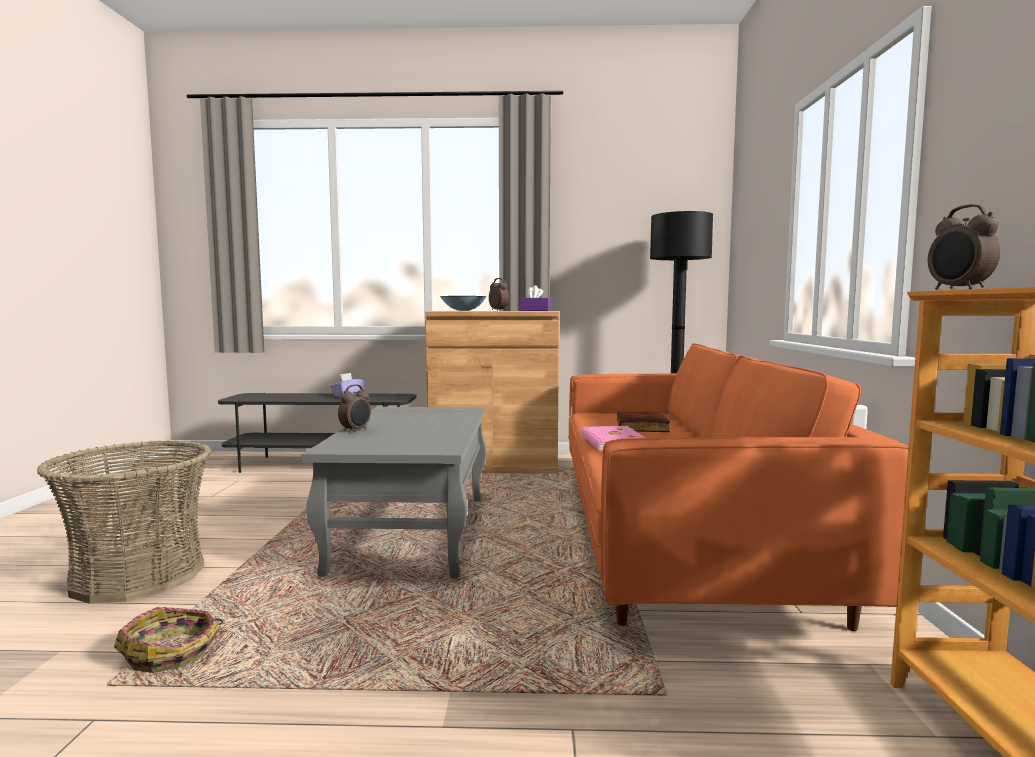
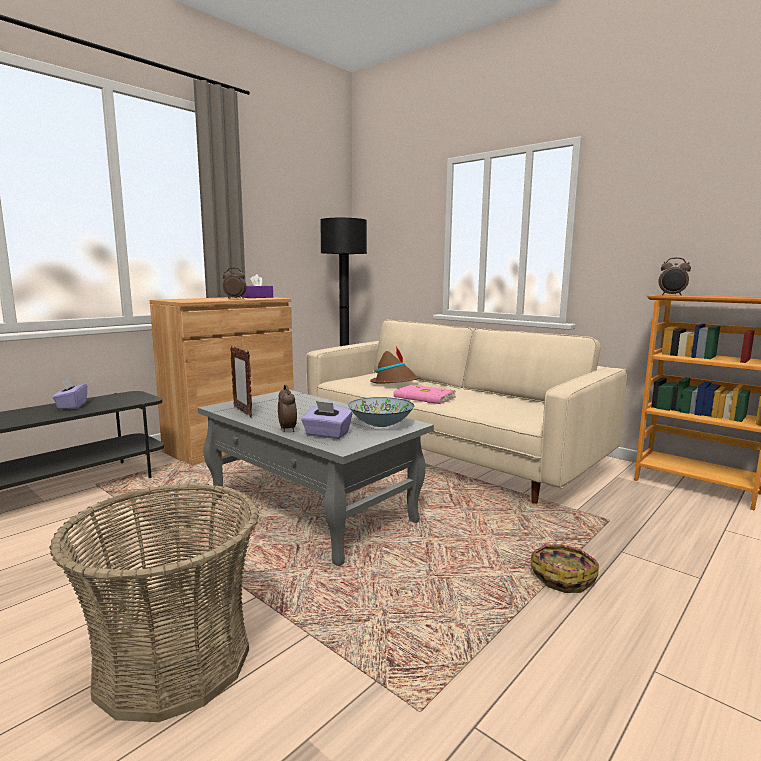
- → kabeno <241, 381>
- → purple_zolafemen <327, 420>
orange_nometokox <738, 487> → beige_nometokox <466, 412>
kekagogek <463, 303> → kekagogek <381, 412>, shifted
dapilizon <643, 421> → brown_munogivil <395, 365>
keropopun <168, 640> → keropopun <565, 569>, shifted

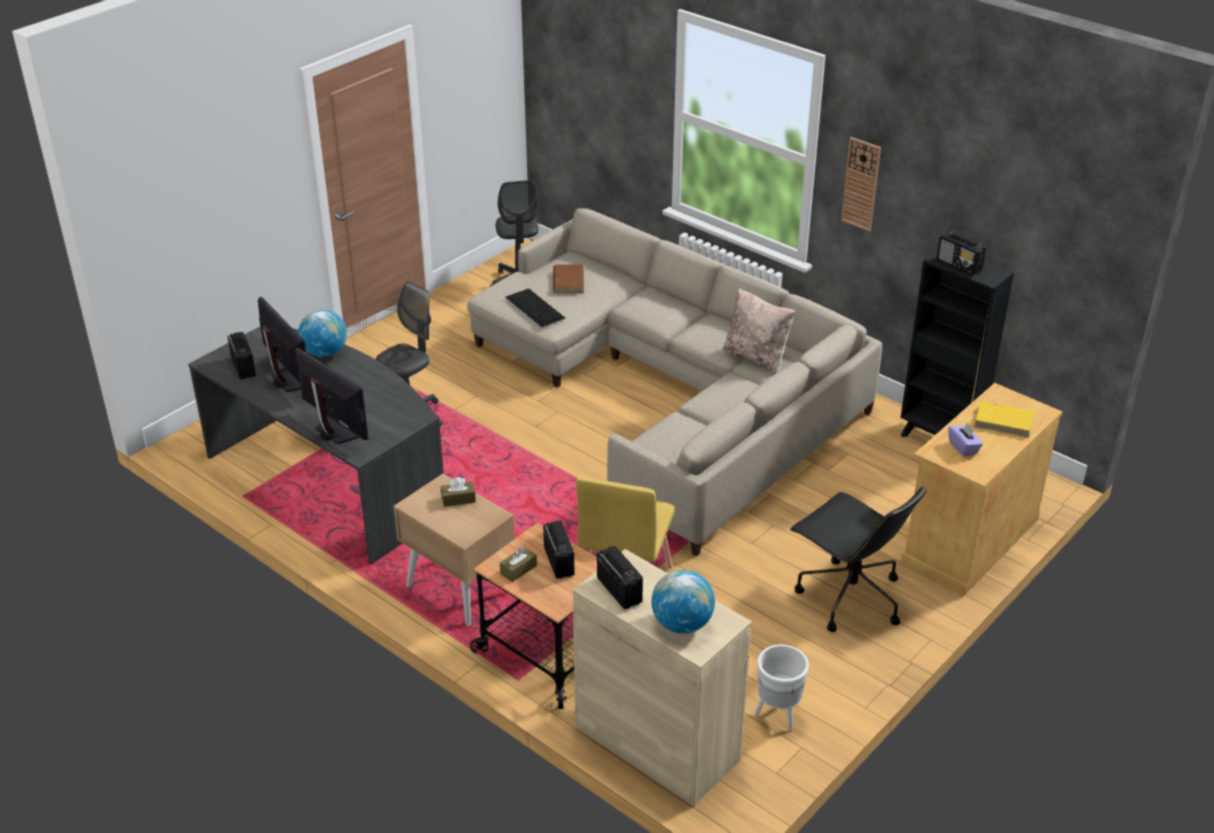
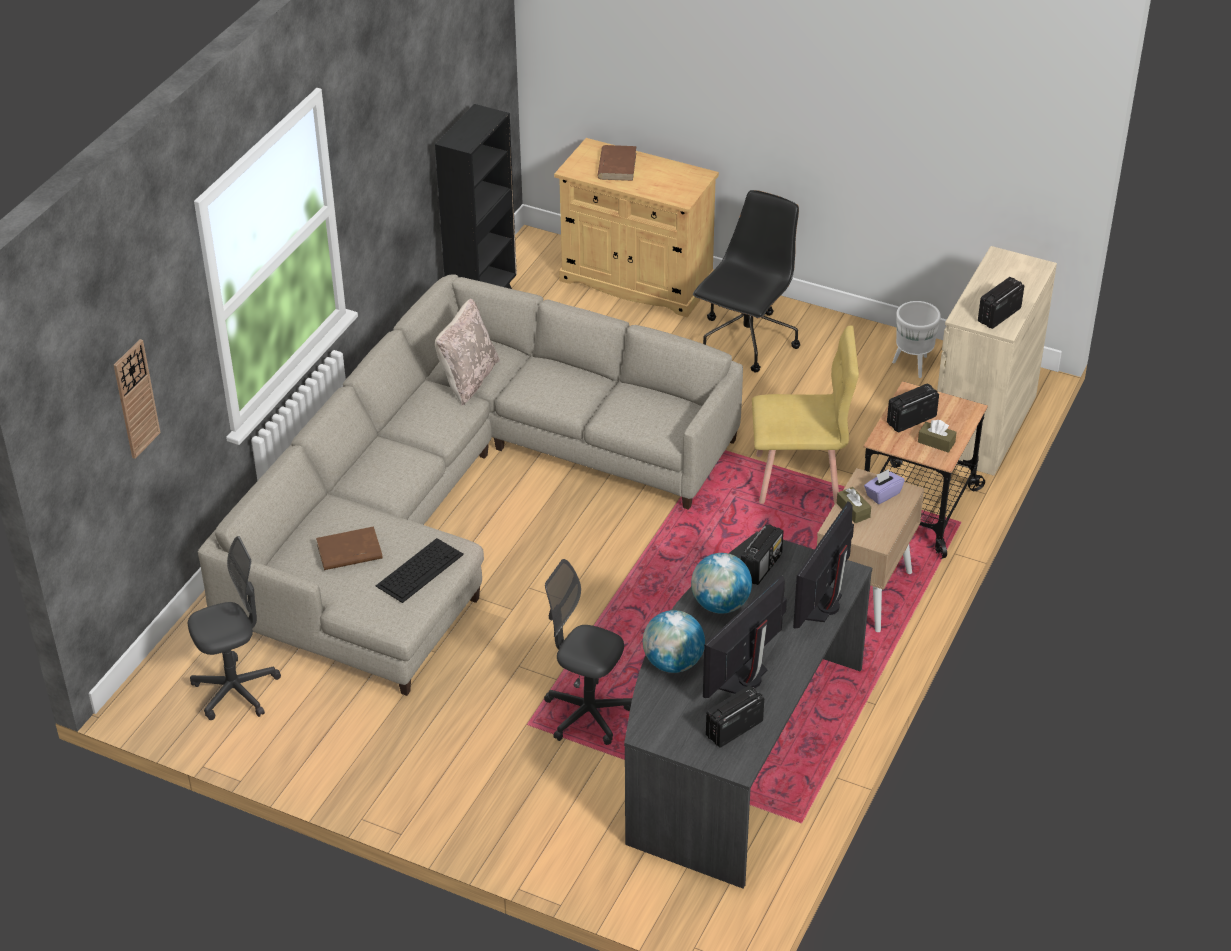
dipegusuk <861, 184> → dipegusuk <137, 399>, shifted
yellow_dapilizon <1004, 419> → brown_dapilizon <617, 163>
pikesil <683, 602> → pikesil <721, 583>, shifted
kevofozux <961, 253> → kevofozux <762, 554>, shifted
purple_zolafemen <965, 440> → purple_zolafemen <884, 486>, shifted

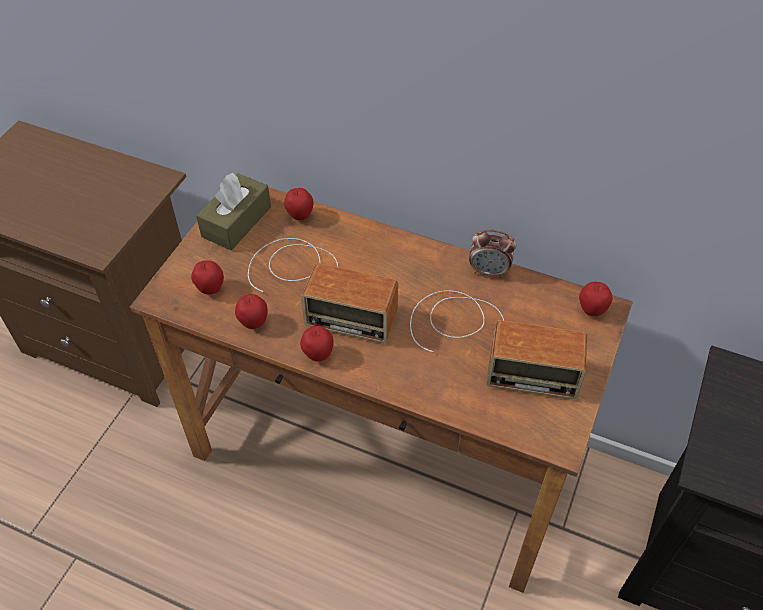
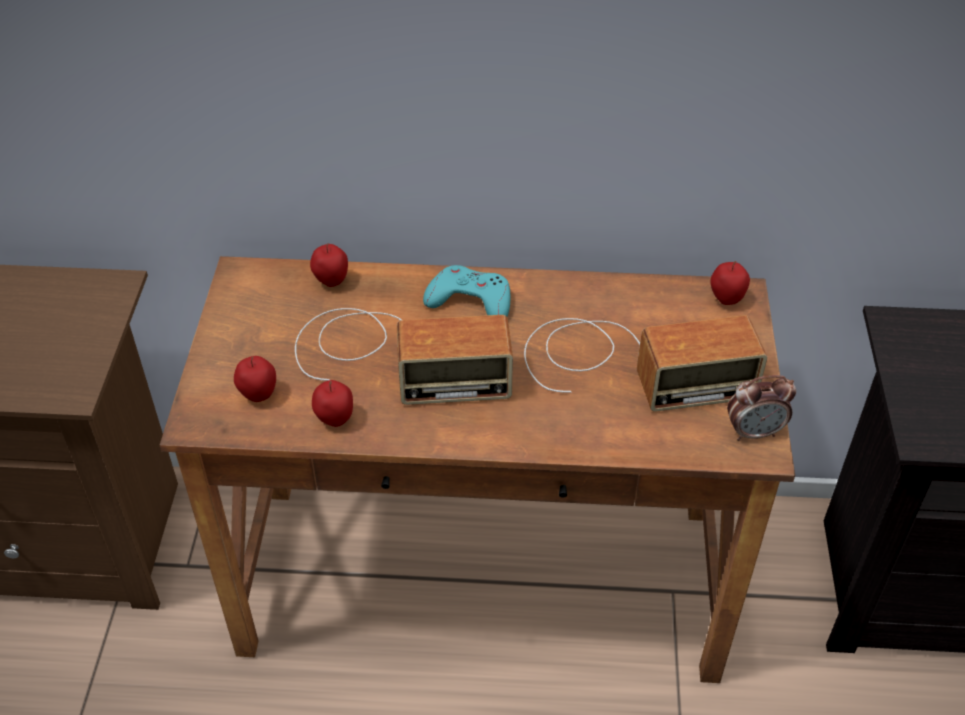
- → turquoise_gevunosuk <466, 290>
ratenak <492, 254> → ratenak <761, 408>, shifted
brown_zolafemen <233, 211> → -
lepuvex <316, 344> → -

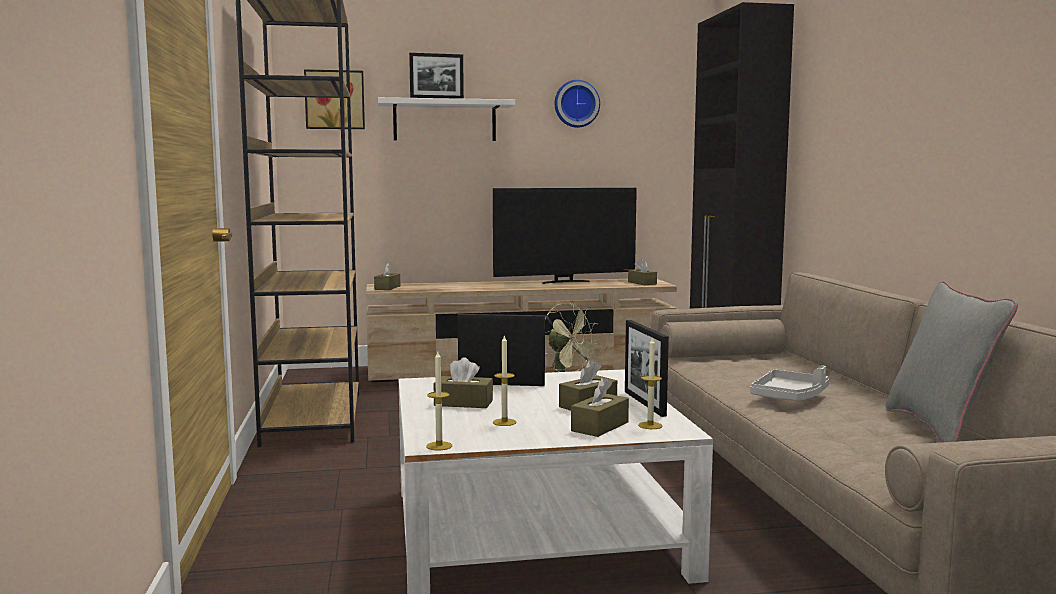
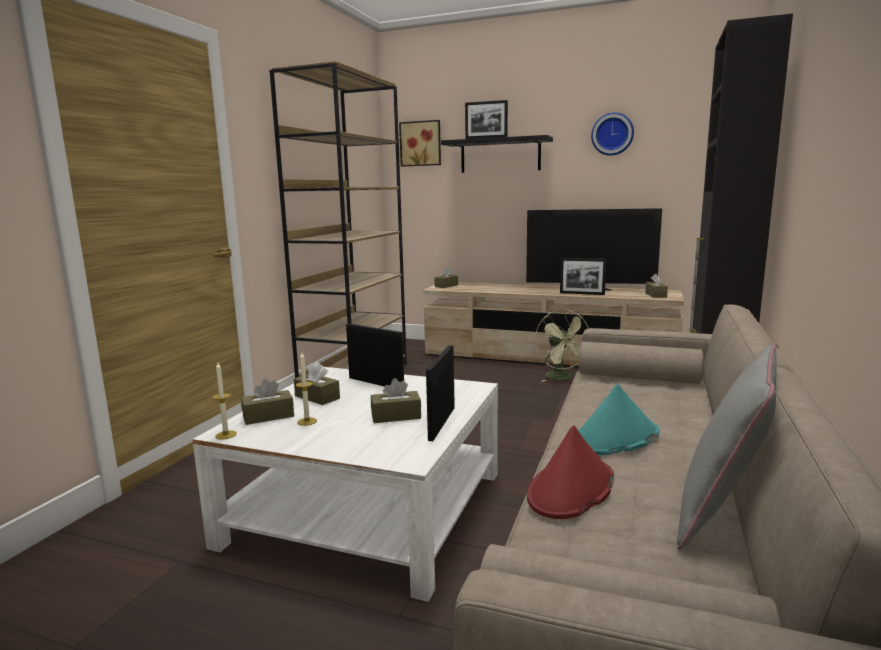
brown_zolafemen <600, 407> → brown_zolafemen <267, 402>, shifted
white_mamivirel <446, 119> → black_mamivirel <497, 154>
- → red_munogivil <570, 472>
- → kabeno <583, 276>
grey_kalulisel <789, 383> → turquoise_munogivil <618, 419>
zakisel <650, 383> → -

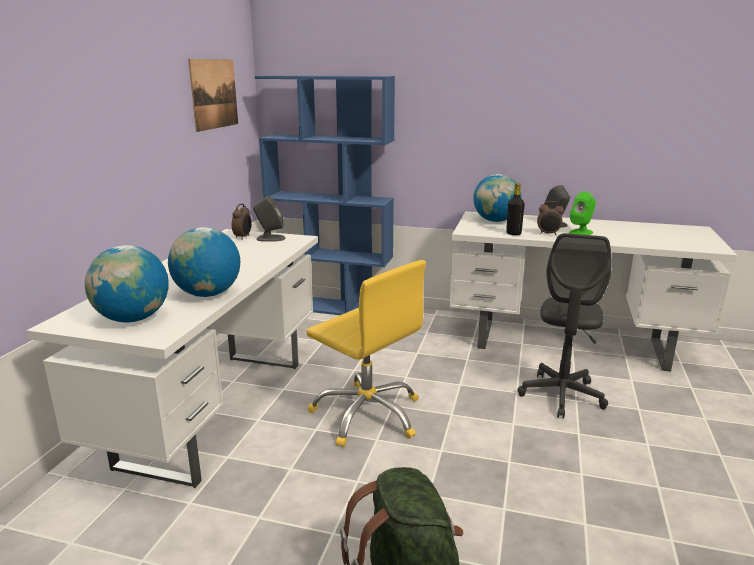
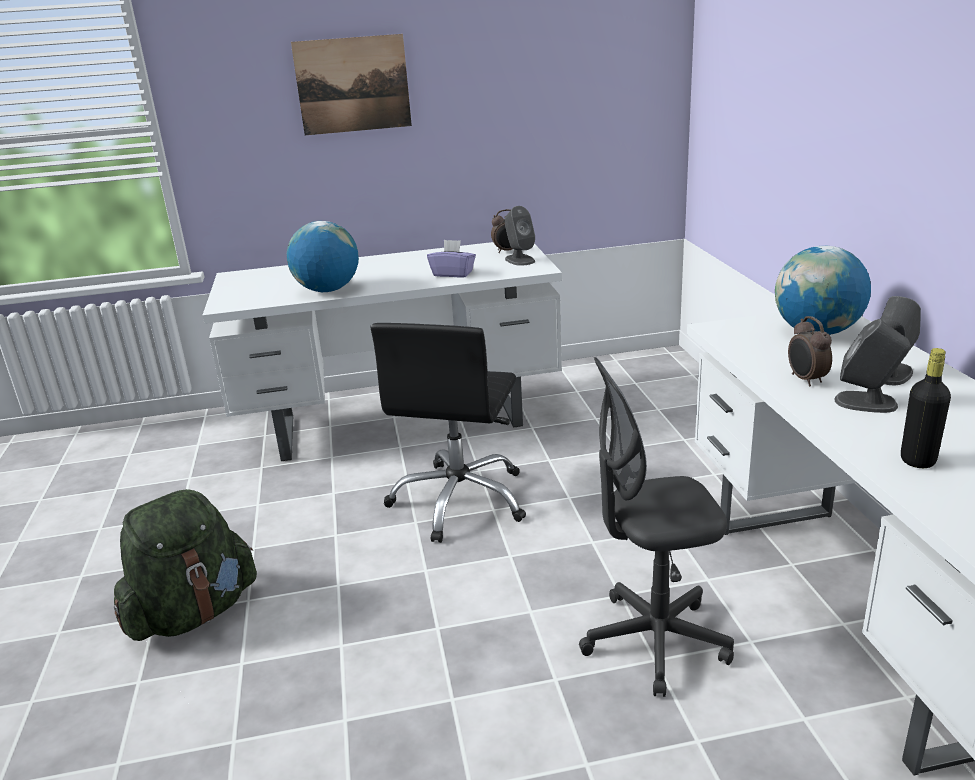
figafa <213, 95> → figafa <351, 84>, shifted
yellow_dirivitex <366, 353> → black_dirivitex <448, 433>
- → purple_zolafemen <451, 259>
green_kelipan <582, 213> → grey_kelipan <872, 366>
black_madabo <515, 209> → black_madabo <926, 408>, shifted
pikesil <127, 283> → -
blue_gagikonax <325, 195> → -

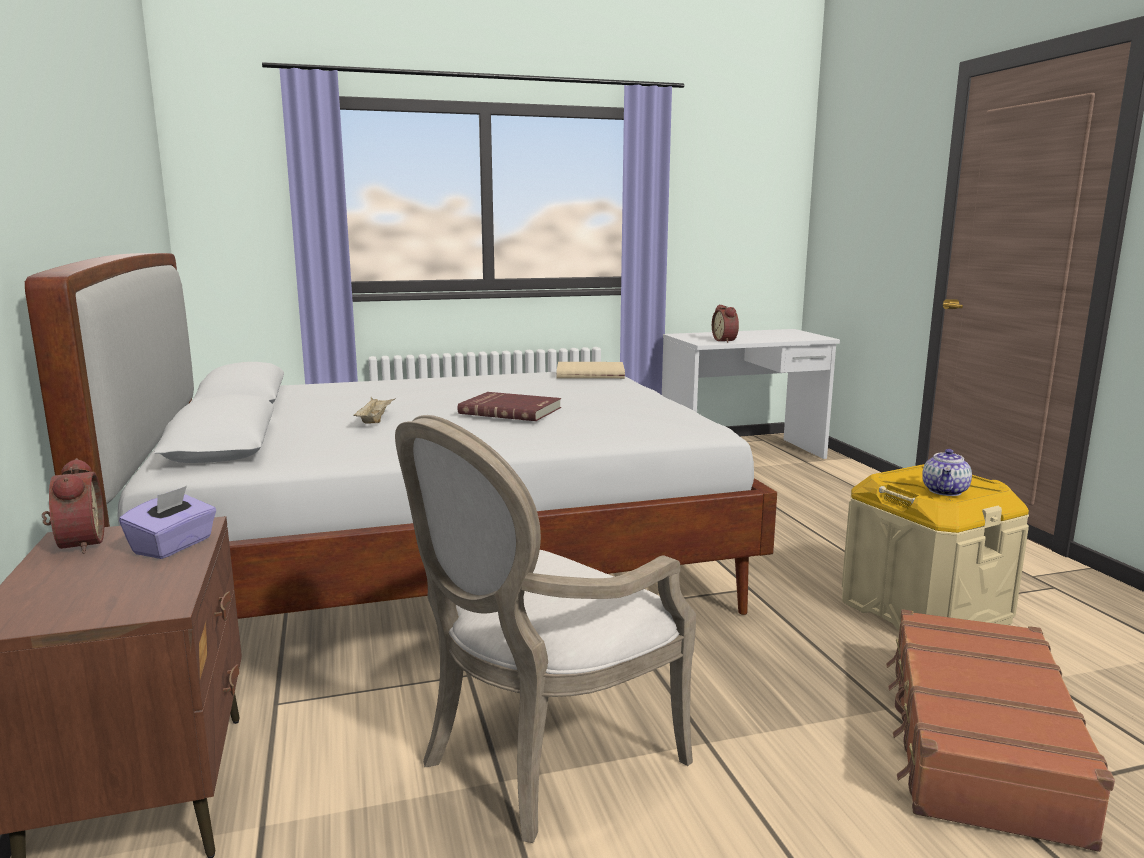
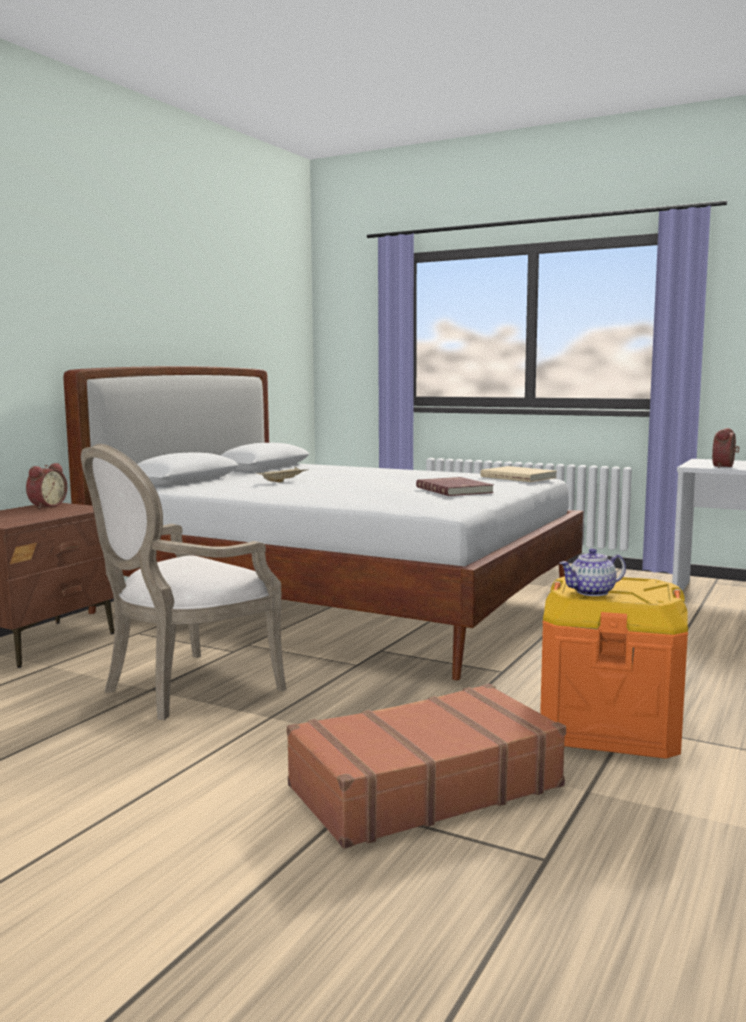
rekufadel <545, 629> → rekufadel <184, 582>, 45 degrees counterclockwise
red_dapilizon <509, 406> → red_dapilizon <455, 486>, shifted
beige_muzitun <935, 547> → orange_muzitun <614, 667>
purple_zolafemen <168, 522> → -

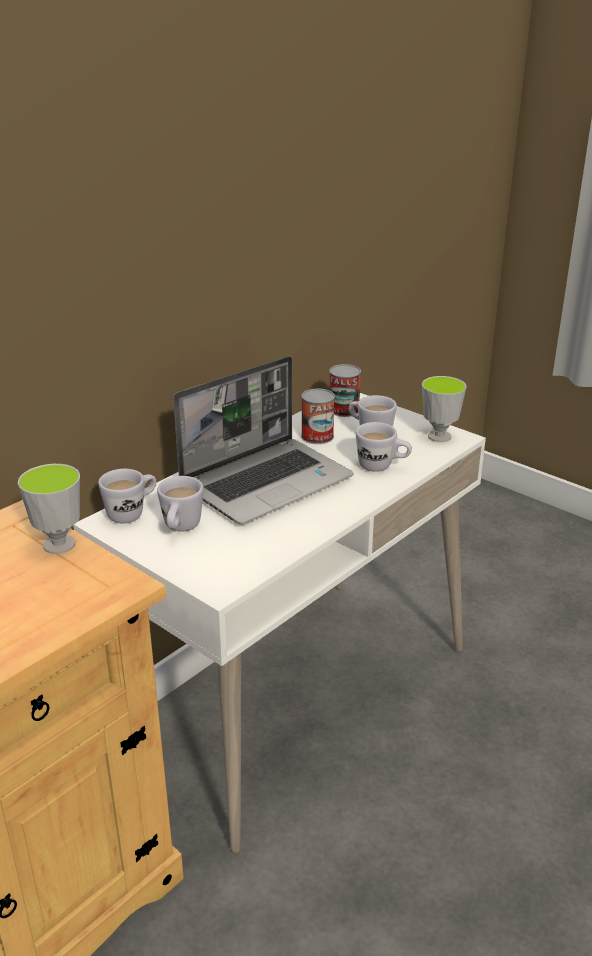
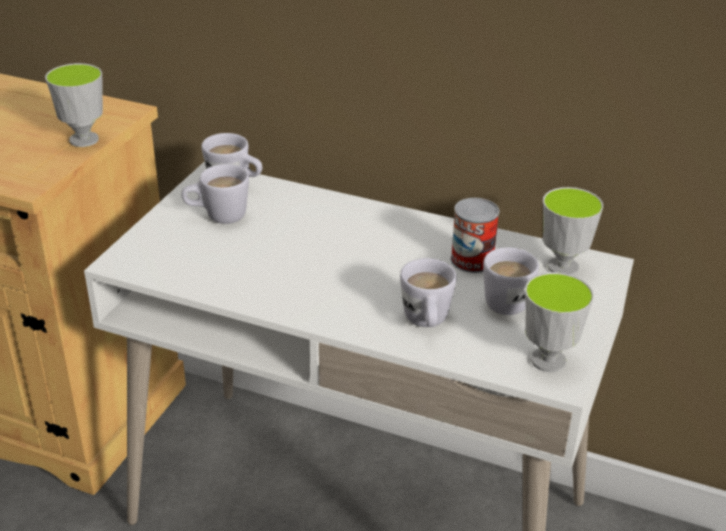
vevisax <345, 390> → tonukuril <573, 231>
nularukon <263, 440> → -

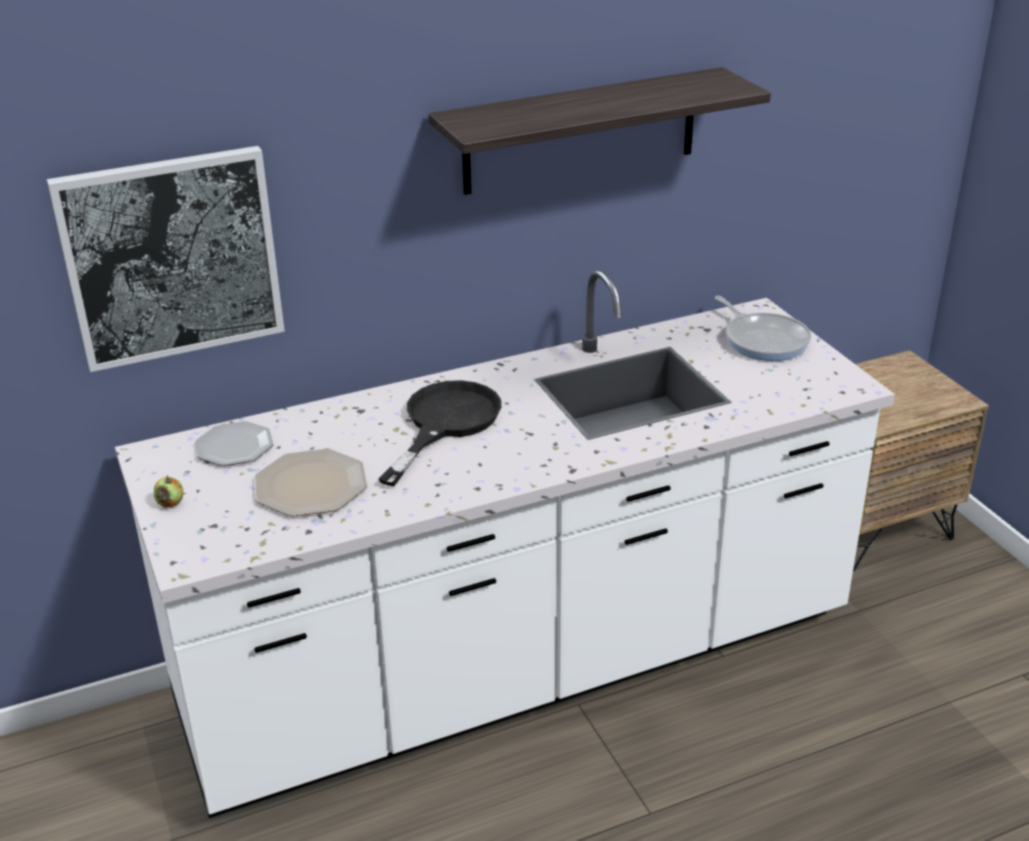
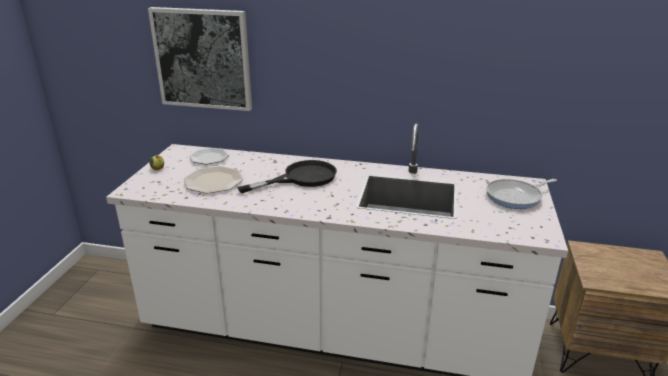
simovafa <763, 328> → simovafa <521, 194>, 60 degrees clockwise
mamivirel <599, 131> → -

